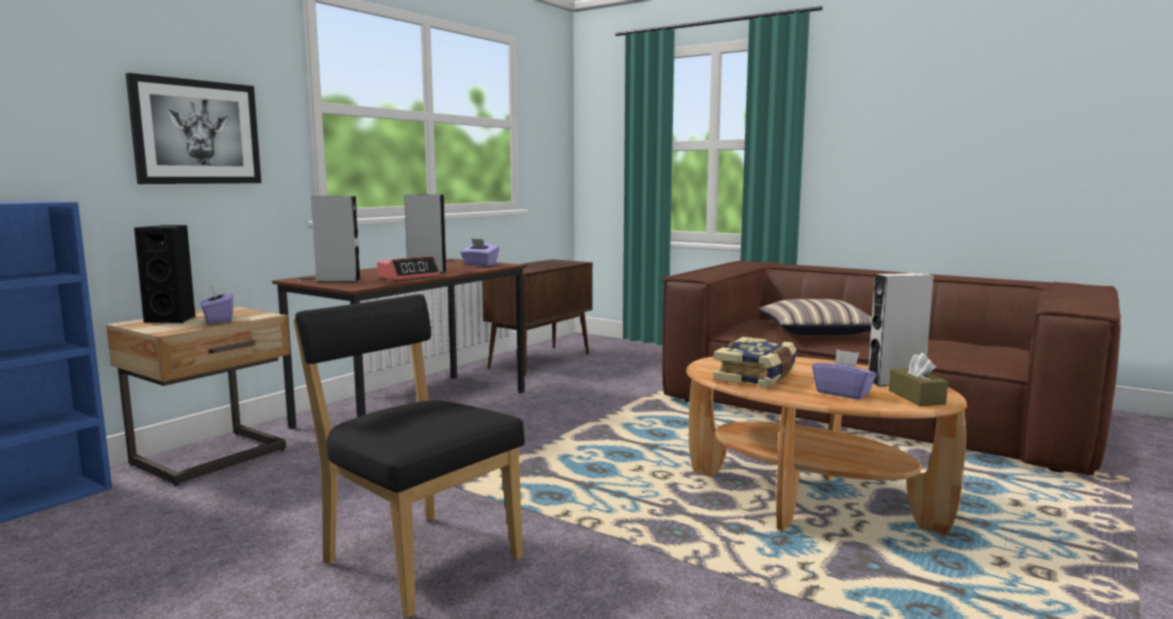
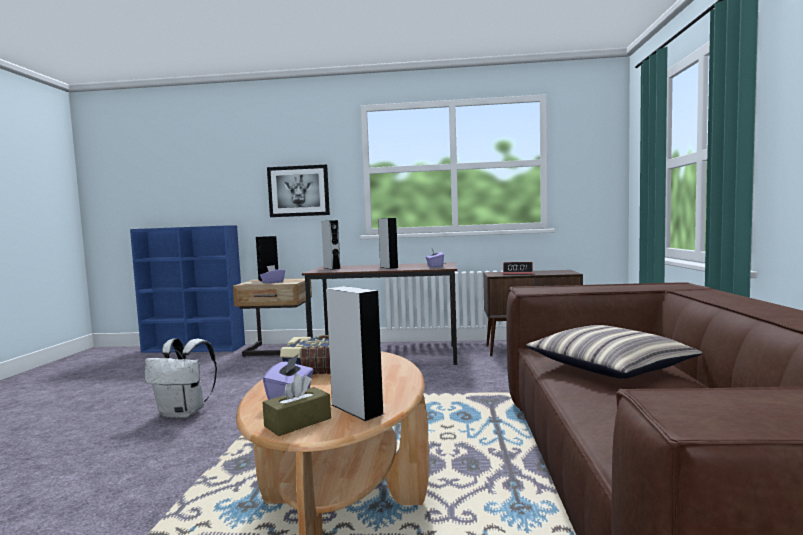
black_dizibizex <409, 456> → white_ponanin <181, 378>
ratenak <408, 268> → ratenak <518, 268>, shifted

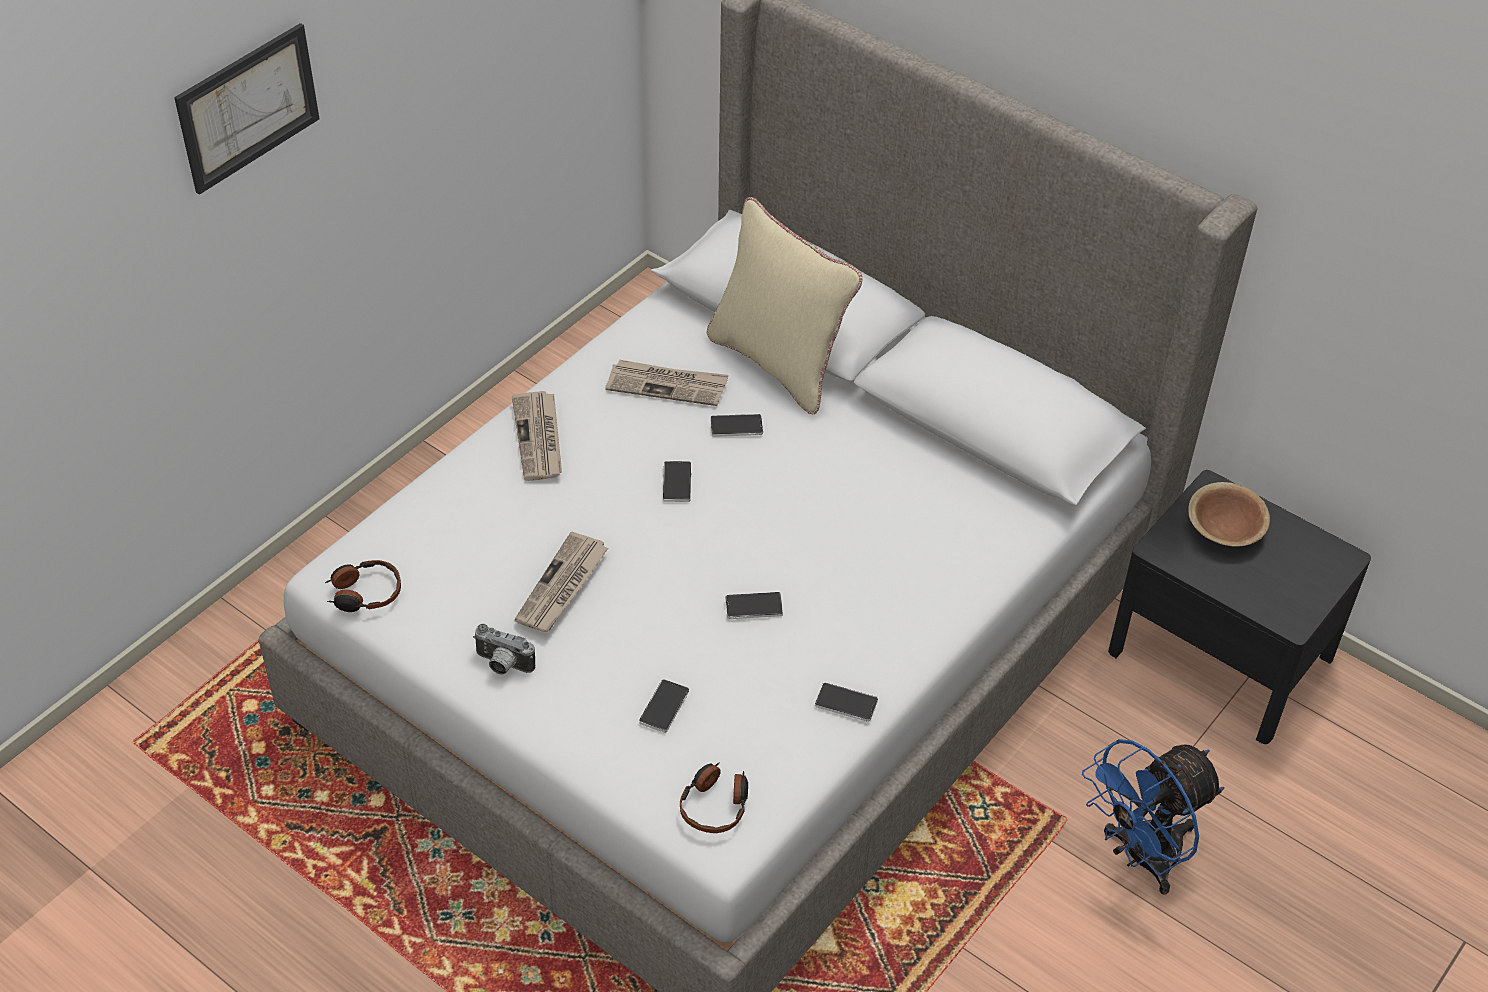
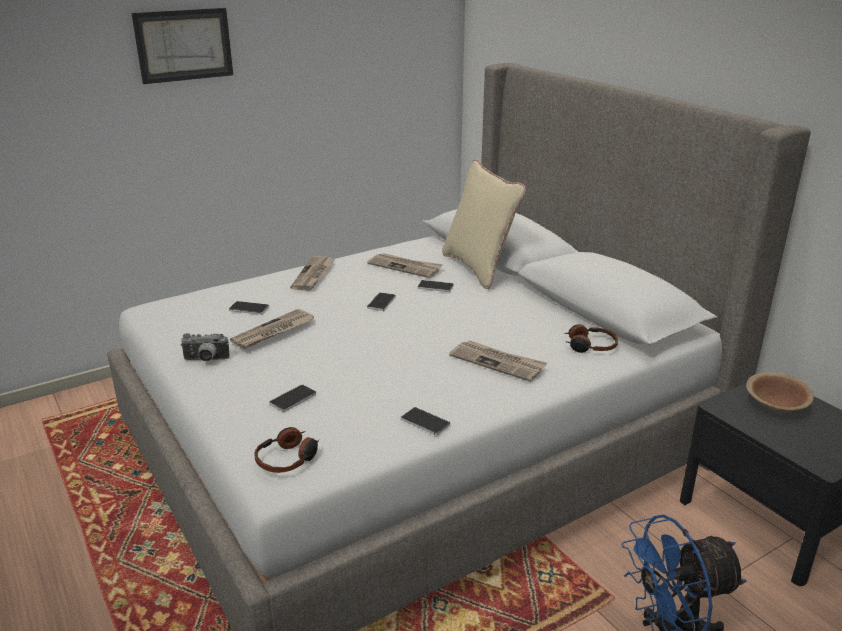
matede <504, 649> → matede <205, 347>, 45 degrees counterclockwise
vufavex <754, 605> → vufavex <249, 308>, shifted
- → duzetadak <498, 361>
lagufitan <363, 586> → lagufitan <591, 338>, shifted

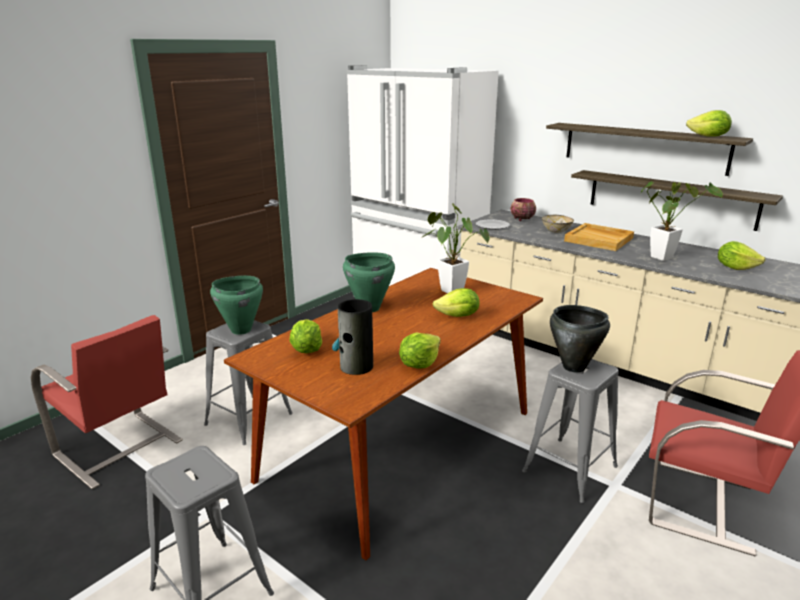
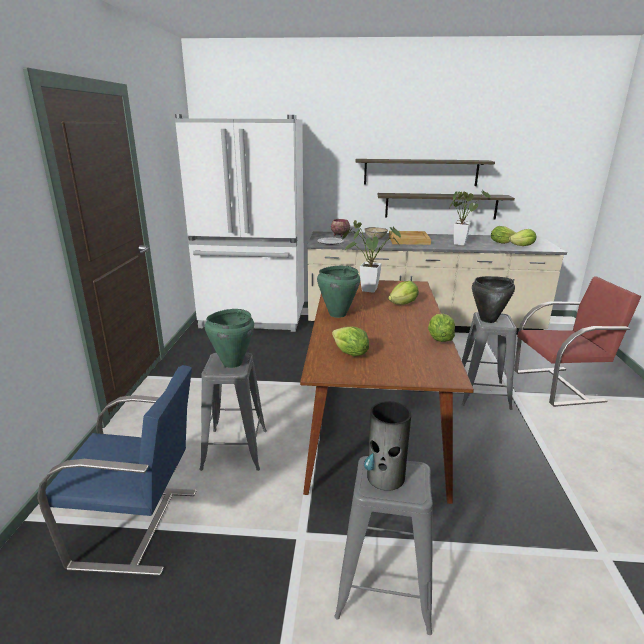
red_dizibizex <107, 402> → blue_dizibizex <116, 470>
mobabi <352, 337> → mobabi <387, 446>, shifted
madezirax <709, 123> → madezirax <522, 237>, shifted

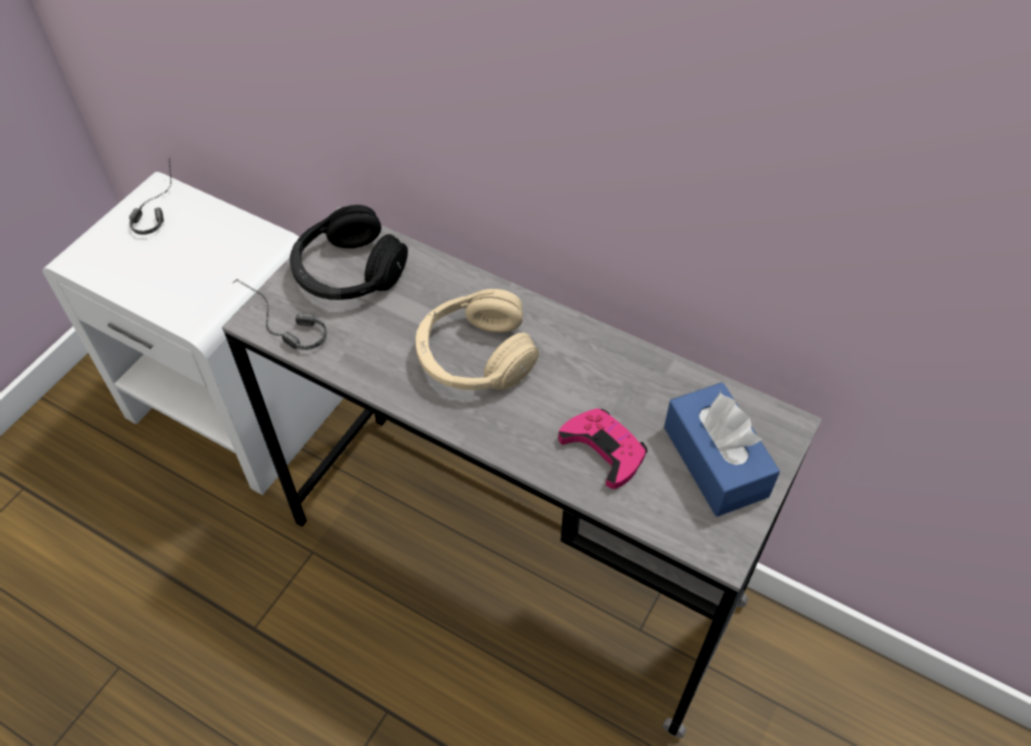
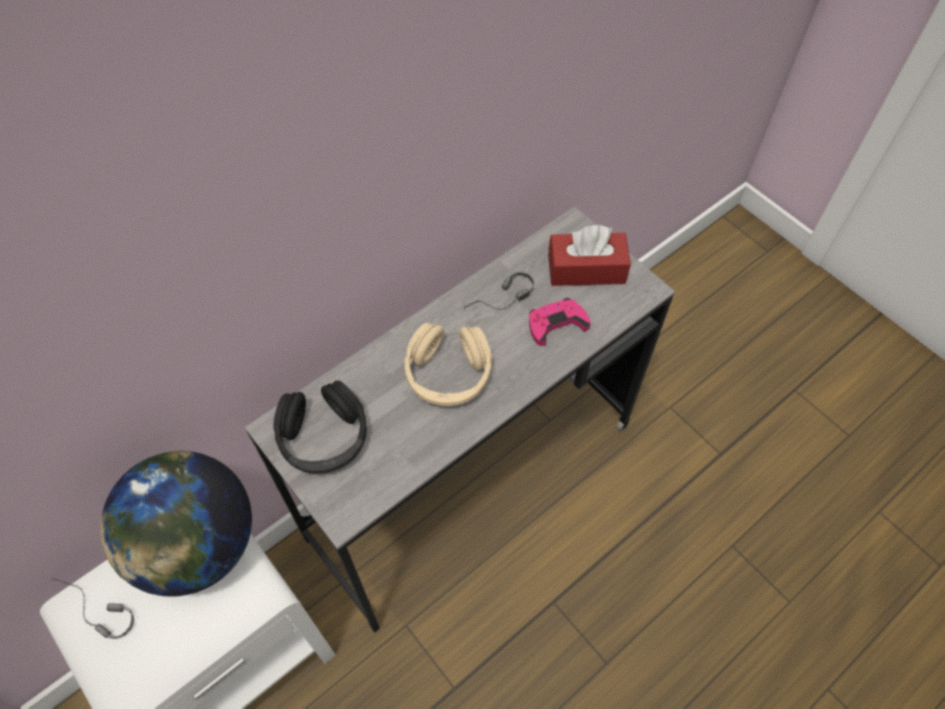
- → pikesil <176, 523>
lagufitan <280, 314> → lagufitan <499, 292>, shifted
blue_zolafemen <722, 449> → red_zolafemen <589, 255>

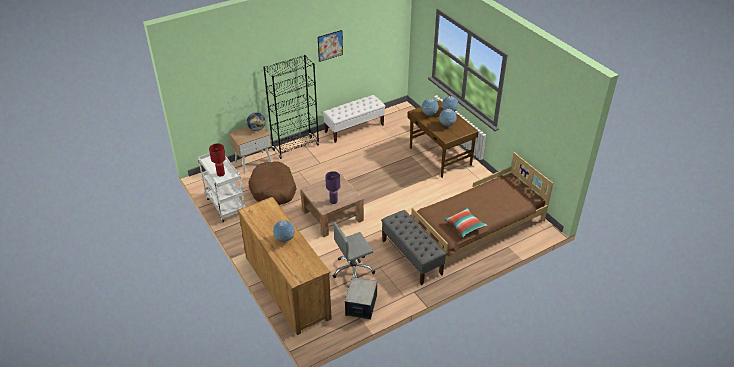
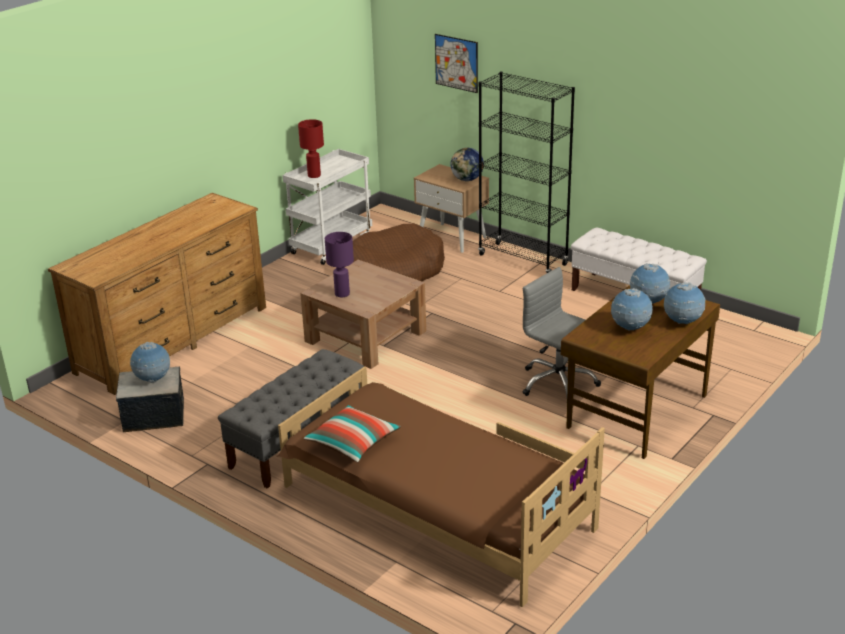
pikesil <284, 231> → pikesil <150, 362>, shifted
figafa <330, 46> → figafa <456, 63>, shifted
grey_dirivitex <354, 250> → grey_dirivitex <562, 332>, shifted

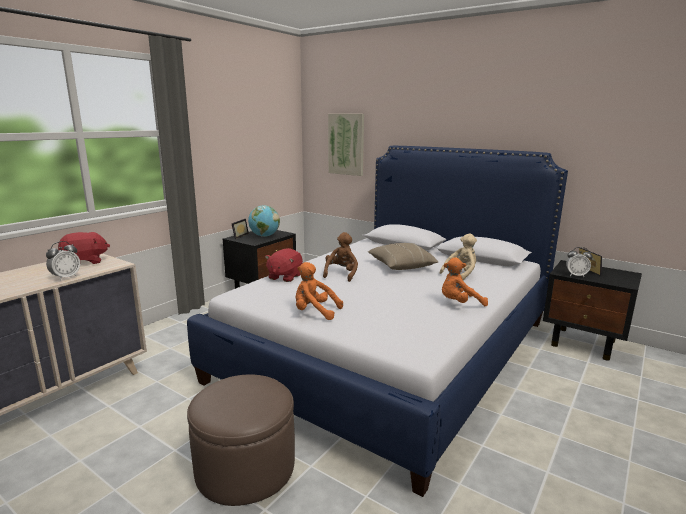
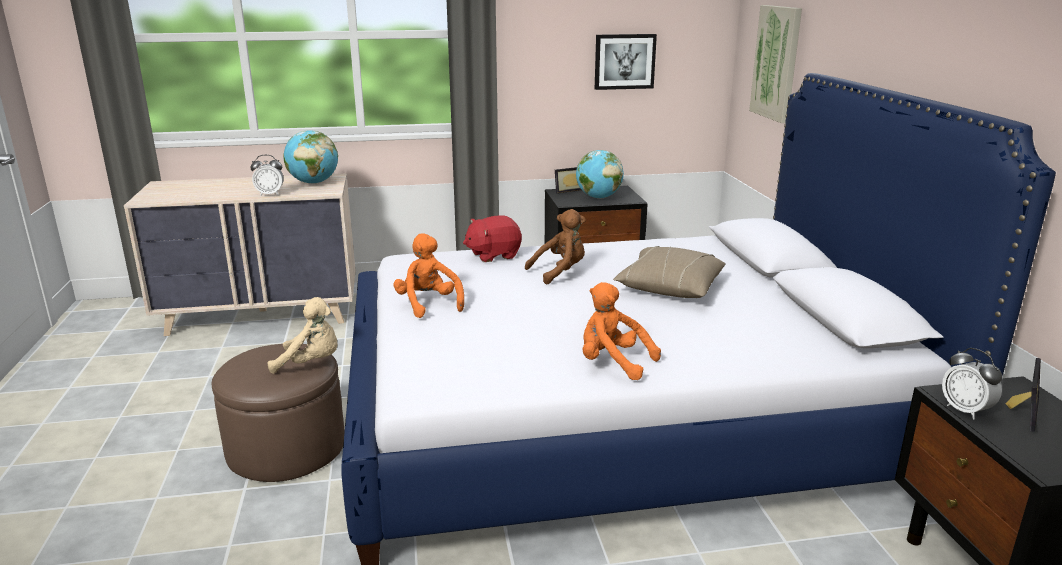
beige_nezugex <458, 257> → beige_nezugex <302, 335>, shifted
red_nezugex <84, 248> → pikesil <310, 157>
- → figafa <626, 62>

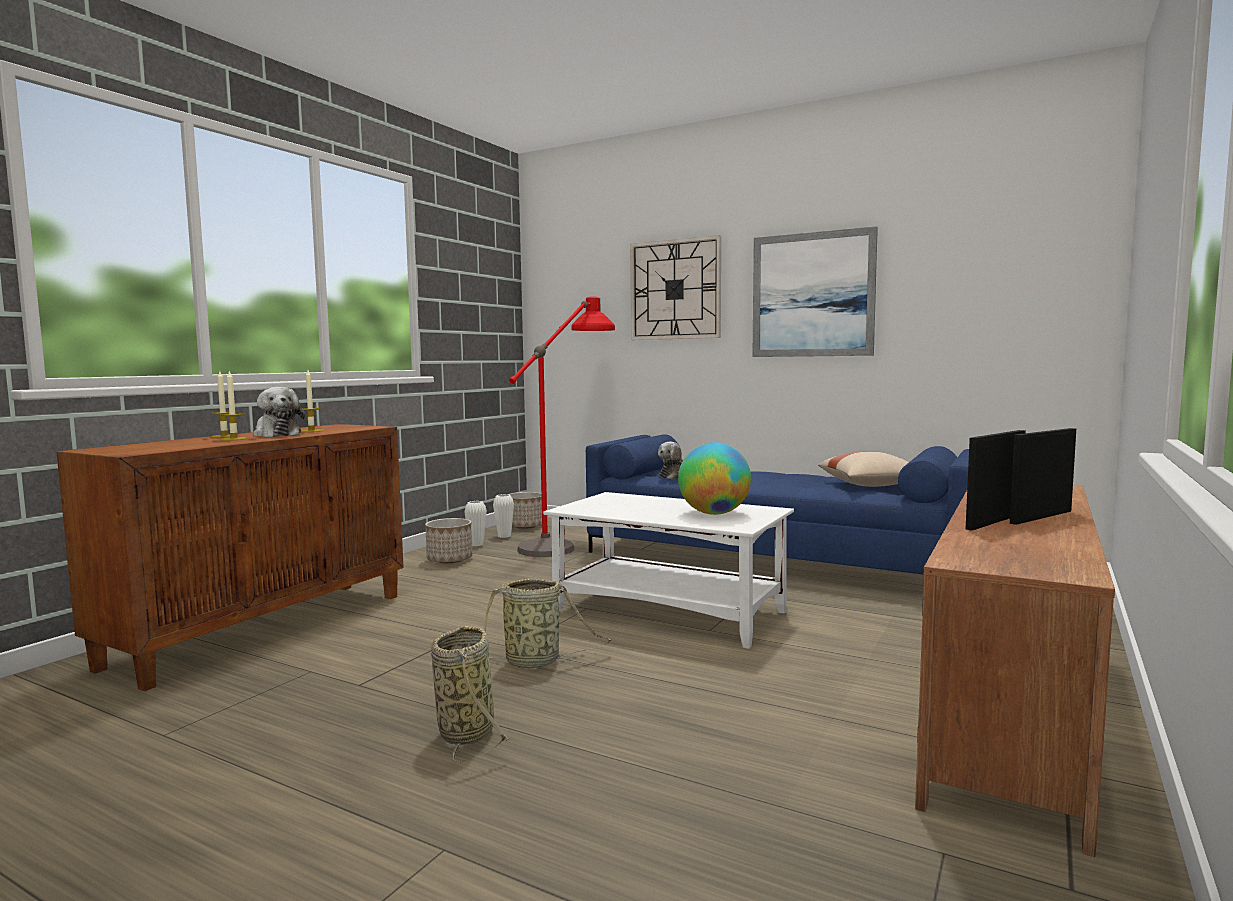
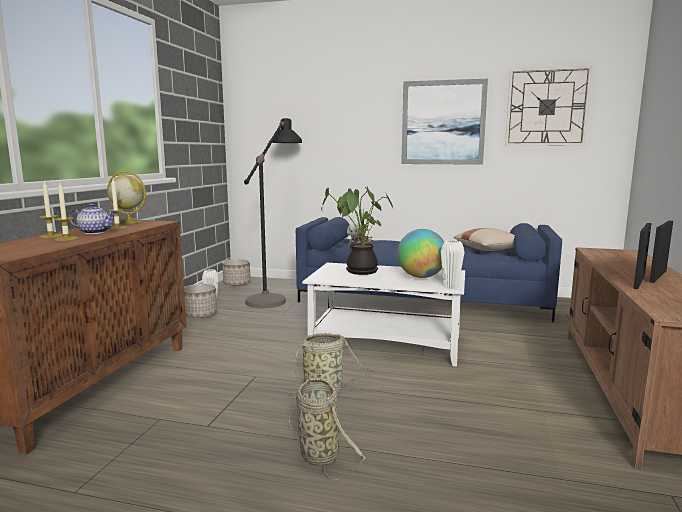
nezugex <279, 412> → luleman <92, 218>
- → pikesil <126, 197>
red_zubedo <562, 426> → black_zubedo <273, 213>
- → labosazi <357, 230>
white_mobabi <503, 516> → white_mobabi <453, 264>, shifted
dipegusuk <675, 287> → dipegusuk <548, 106>, shifted

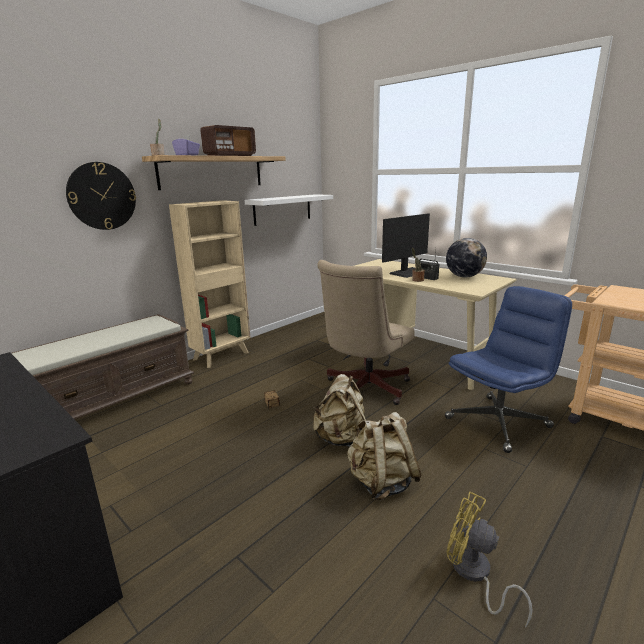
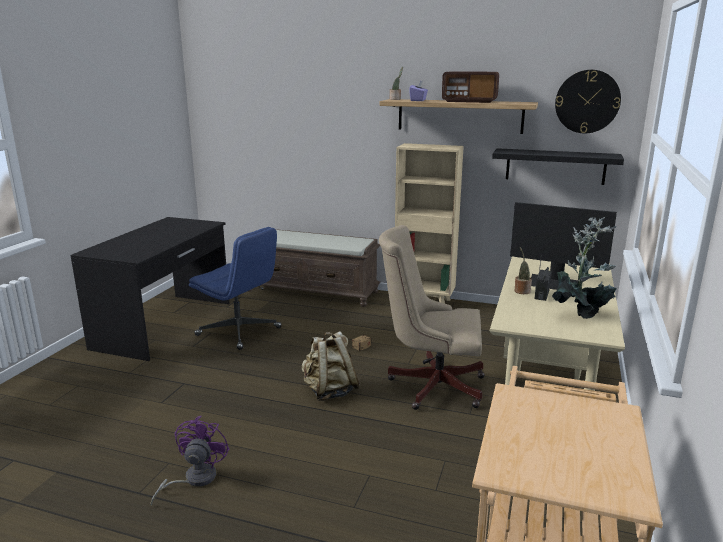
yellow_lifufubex <489, 560> → purple_lifufubex <189, 461>
blue_dirivitex <508, 369> → blue_dirivitex <235, 288>, shifted
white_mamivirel <289, 210> → black_mamivirel <558, 166>
pikesil <466, 257> → labosazi <584, 268>
dipegusuk <101, 196> → dipegusuk <588, 101>, shifted
beige_ponanin <384, 456> → -

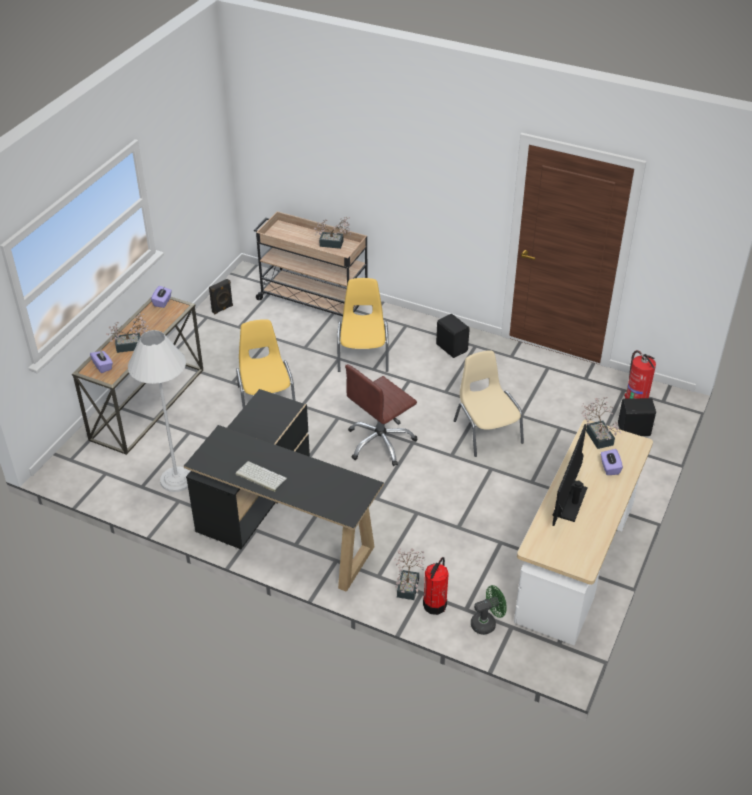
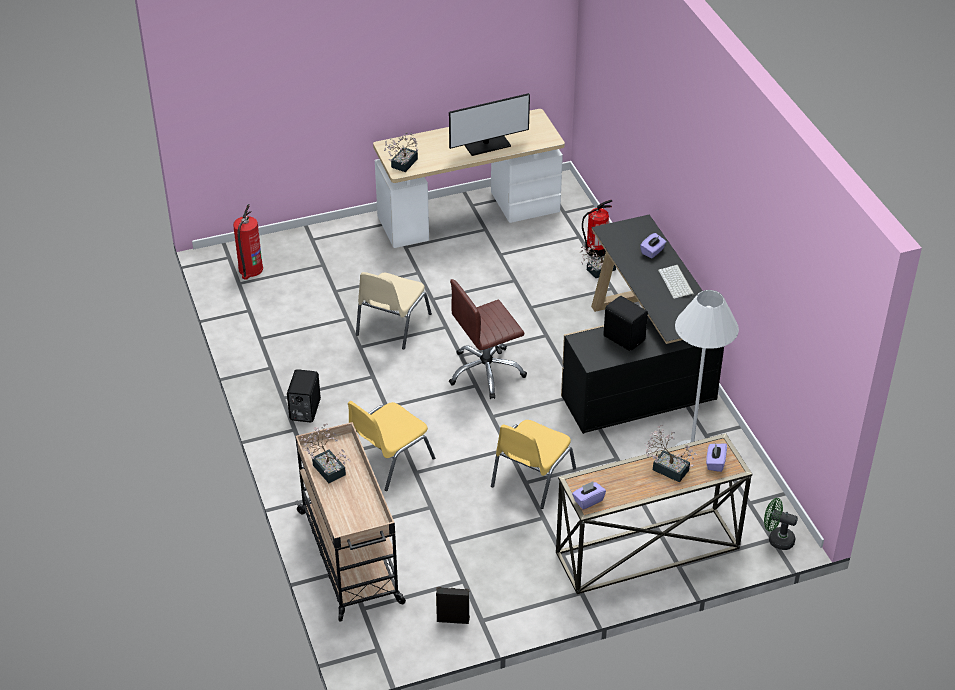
brown_dirivitex <381, 415> → brown_dirivitex <488, 339>, 150 degrees clockwise
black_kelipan <637, 417> → black_kelipan <625, 323>, shifted
purple_zolafemen <612, 462> → purple_zolafemen <653, 246>, shifted
green_lifufubex <489, 610> → green_lifufubex <781, 524>, shifted

